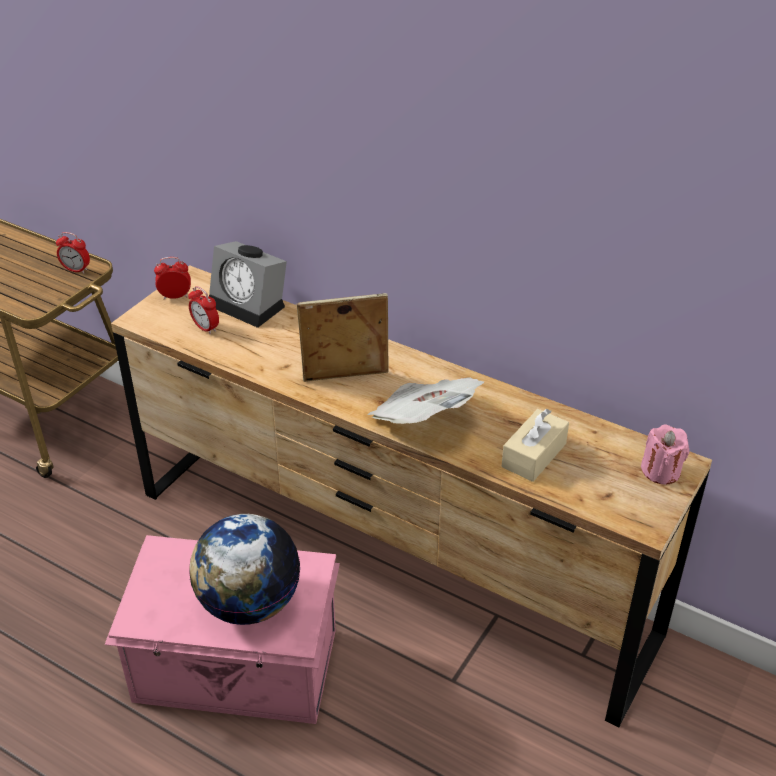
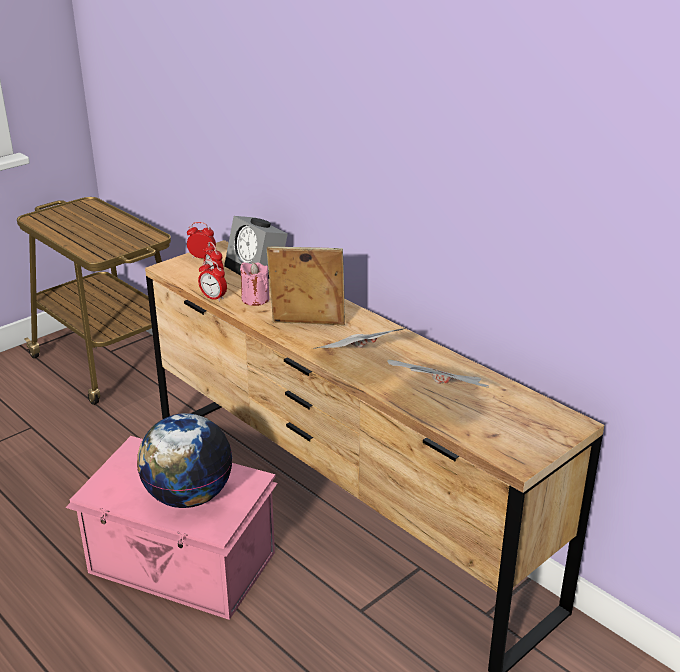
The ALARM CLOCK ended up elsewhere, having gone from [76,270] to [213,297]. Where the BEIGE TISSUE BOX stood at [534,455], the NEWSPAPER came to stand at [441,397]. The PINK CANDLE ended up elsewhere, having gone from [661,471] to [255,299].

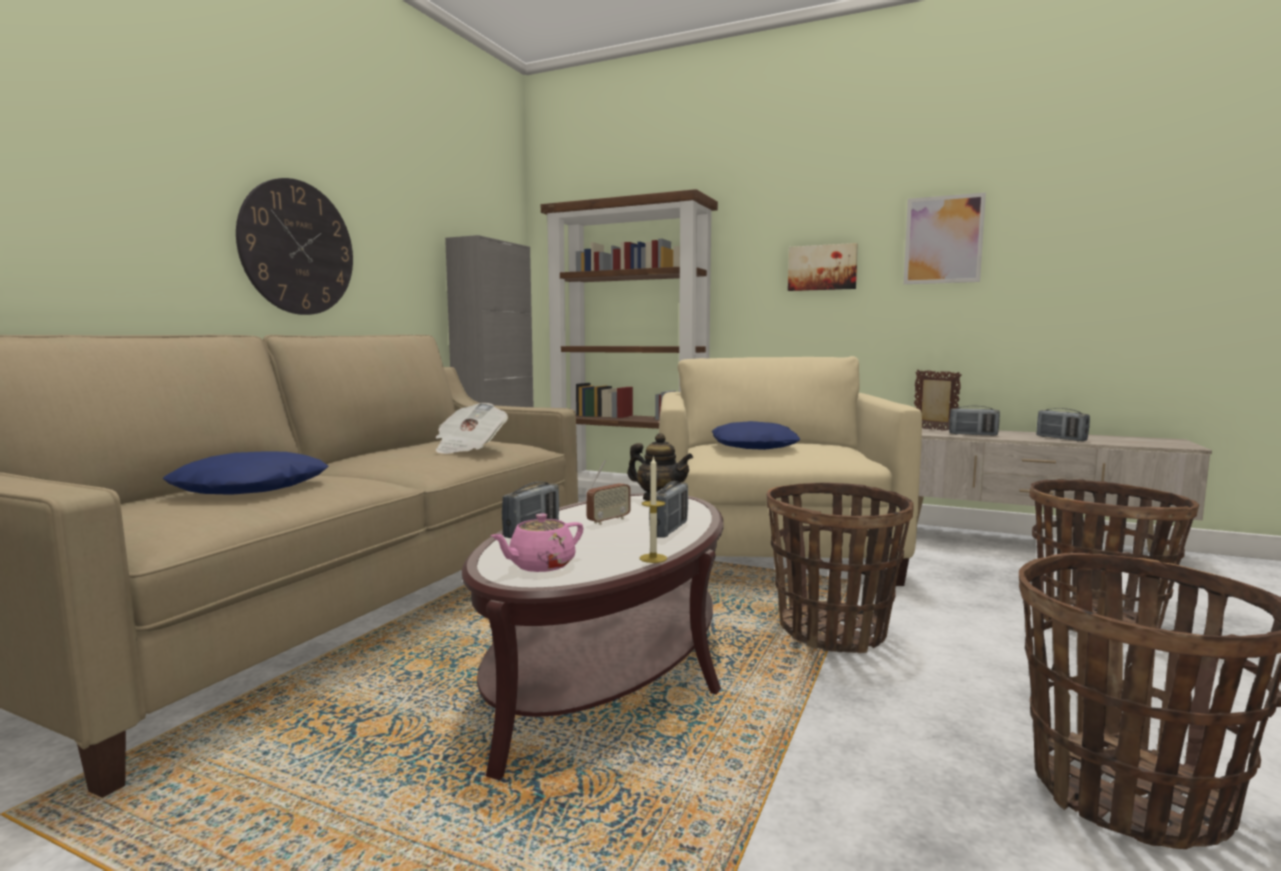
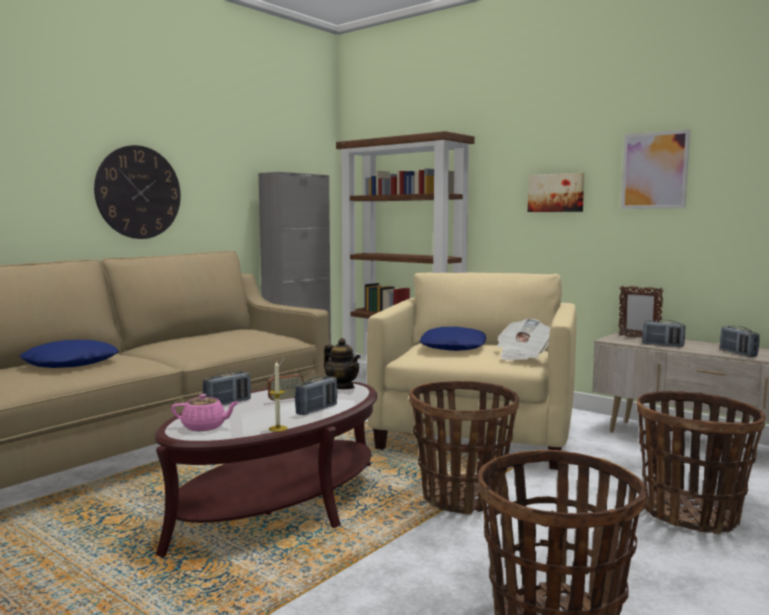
The NEWSPAPER ended up elsewhere, having gone from [469,448] to [522,355]. The PINK TEAPOT at [540,565] ended up facing another way, 150 degrees counterclockwise from before. The PICTURE FRAME at [934,429] ended up facing another way, 150 degrees clockwise from before.

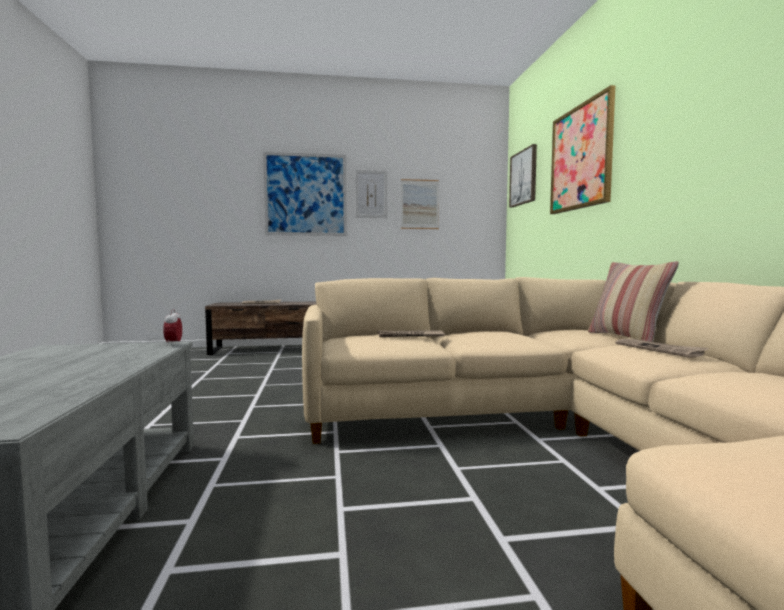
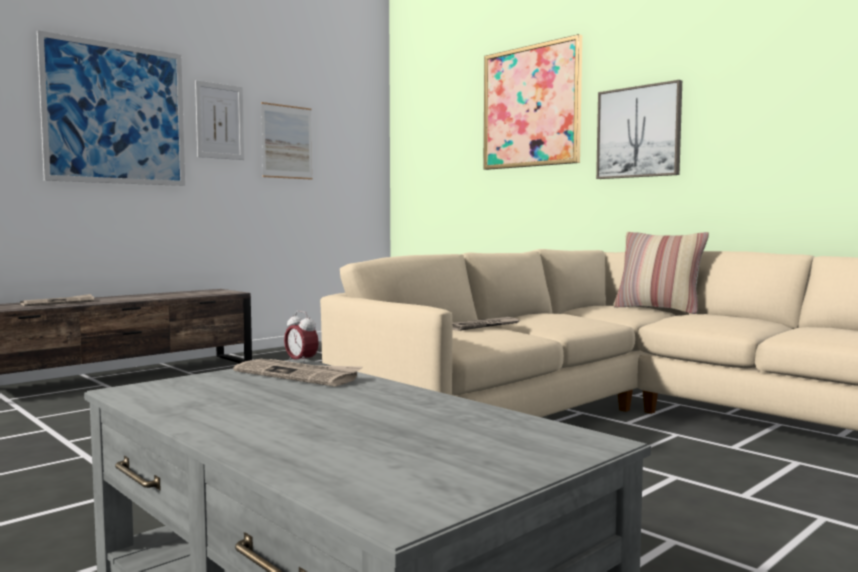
The PICTURE ended up elsewhere, having gone from [523,177] to [639,132]. The NEWSPAPER ended up elsewhere, having gone from [659,349] to [298,375].

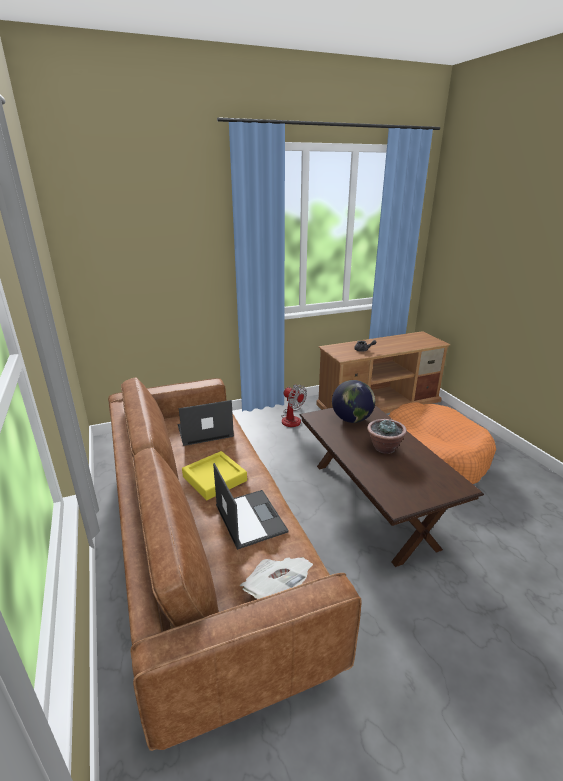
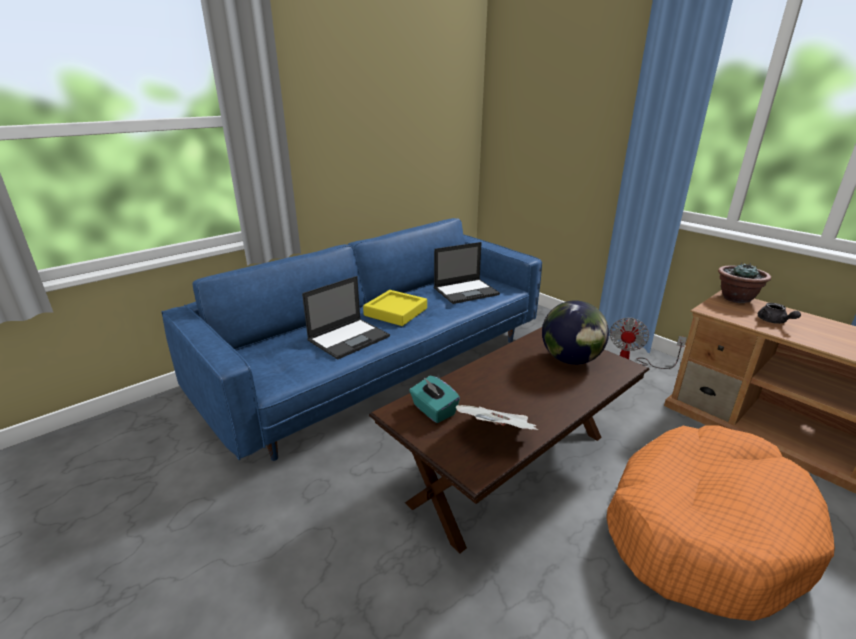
What was the BROWN SOFA at [205,542] turned into the BLUE SOFA at [380,367]. The LAPTOP at [204,431] ended up facing another way, 105 degrees clockwise from before. The NEWSPAPER ended up elsewhere, having gone from [275,588] to [498,434]. The POTTED PLANT ended up elsewhere, having gone from [384,448] to [736,298]. The second view gained the TURQUOISE TISSUE BOX at [433,410].

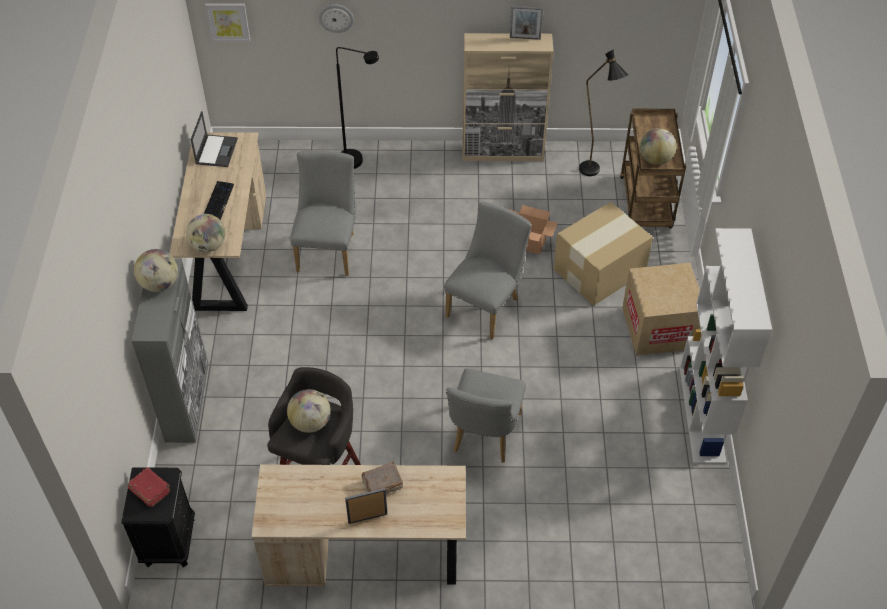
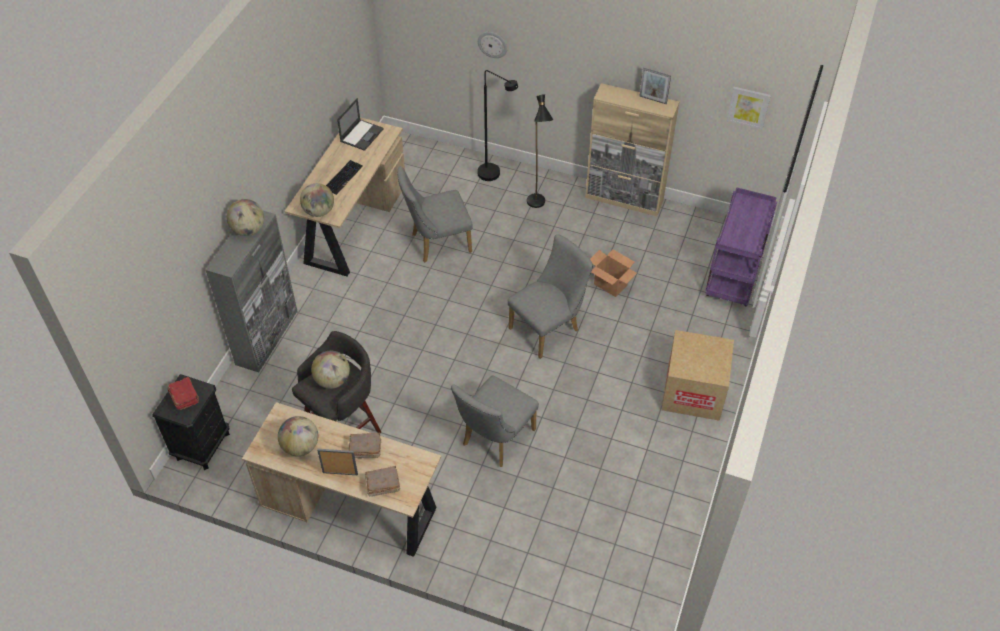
The PICTURE ended up elsewhere, having gone from [228,21] to [748,107]. The GREY CHAIR at [328,249] ended up facing another way, 135 degrees counterclockwise from before. The second view lost the CARDBOARD BOX at [598,271]. The BLACK FLOOR LAMP ended up elsewhere, having gone from [594,173] to [537,206]. What was the BROWN CART at [646,204] turned into the PURPLE CART at [733,279]. The GLOBE ended up elsewhere, having gone from [655,159] to [300,446]. The second view lost the WHITE BOOKCASE at [703,415]. The second view gained the BROWN BOOK at [382,485].

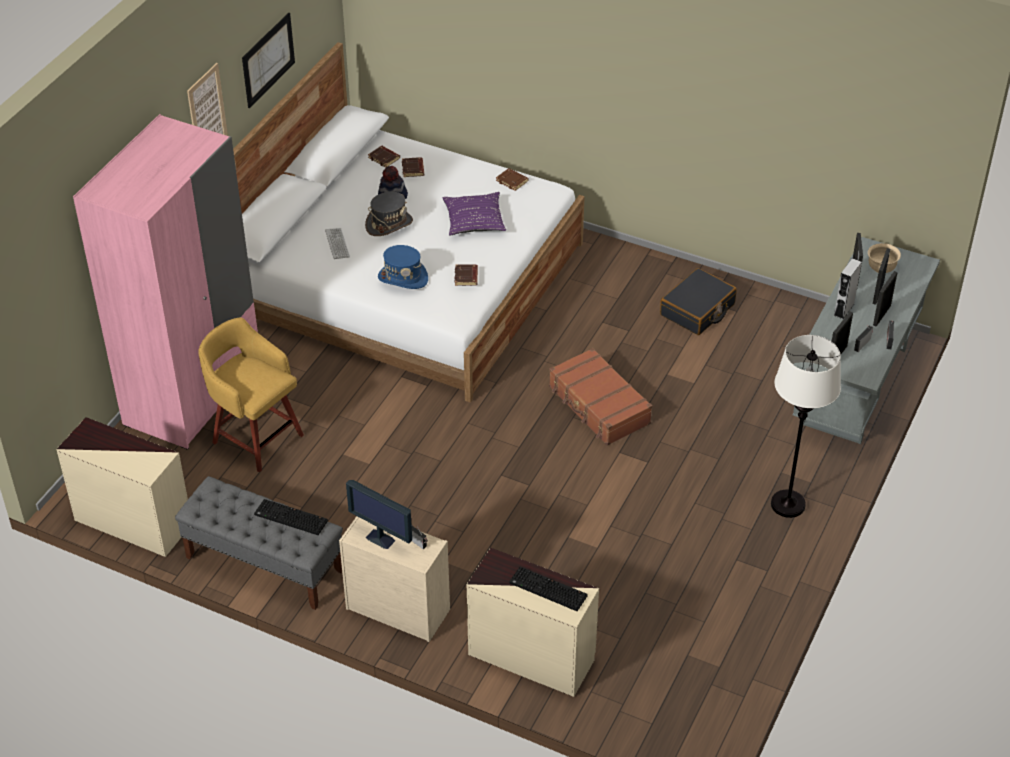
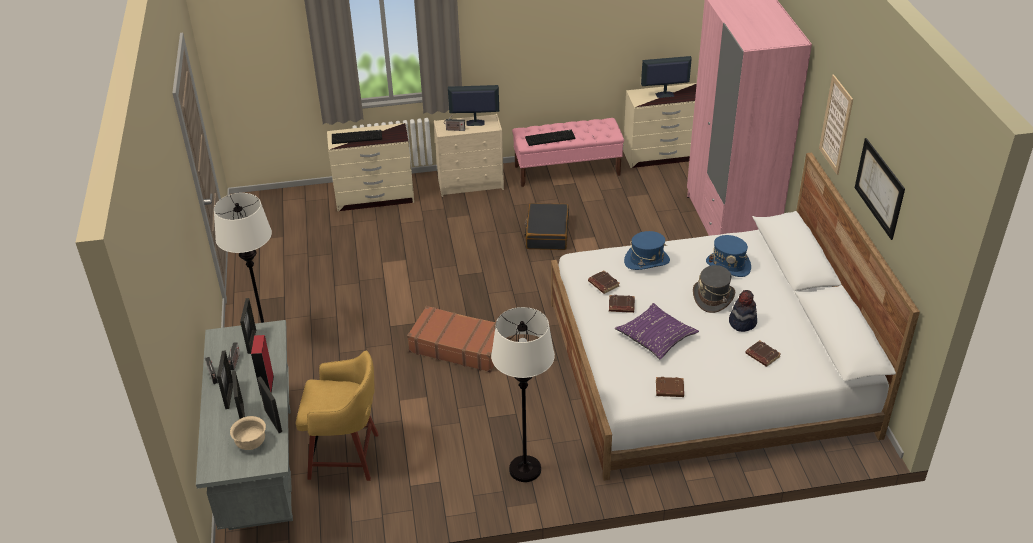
What was the GREY BENCH at [264,564] turned into the PINK BENCH at [567,170]. The YELLOW STOOL ended up elsewhere, having gone from [256,437] to [346,456]. Where the KEYBOARD stood at [337,244], the BLUE HAT came to stand at [728,265]. The BROWN BOOK ended up elsewhere, having gone from [384,158] to [621,306]. The BLACK SUITCASE ended up elsewhere, having gone from [697,310] to [547,234]. What was the GREY SPEAKER at [844,309] turned into the RED SPEAKER at [267,385]. The second view gained the WHITE FLOOR LAMP at [525,469]. The second view gained the MONITOR at [664,94].

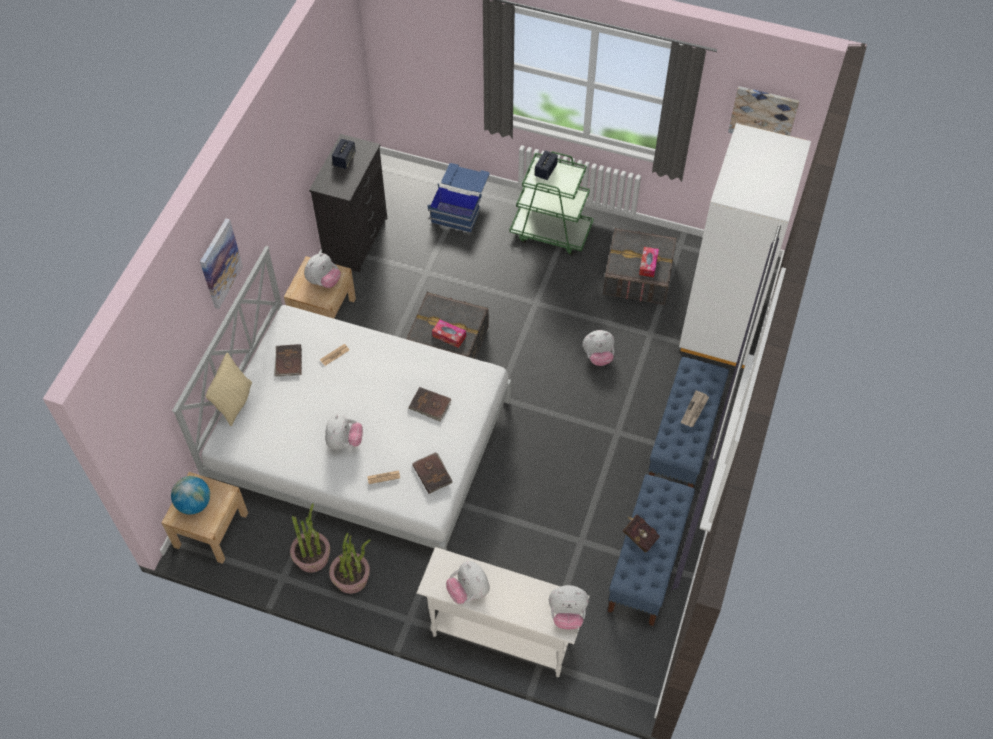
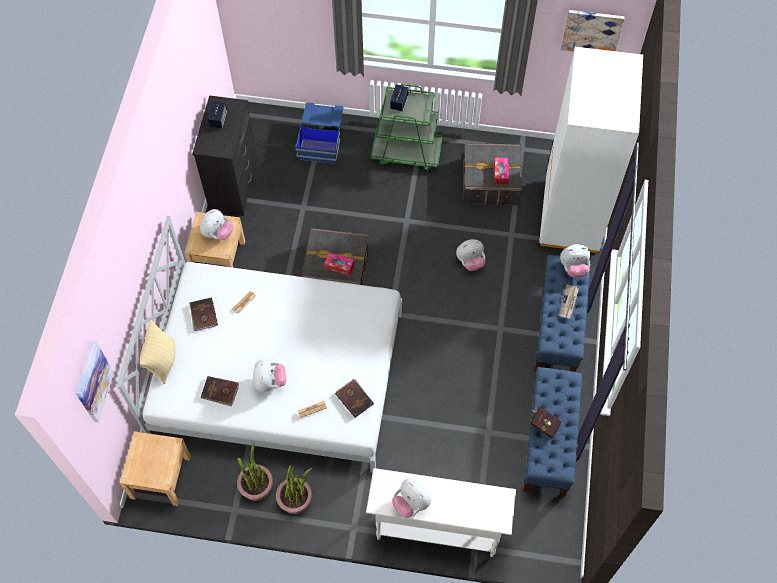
The second view lost the GLOBE at [194,504]. The PICTURE ended up elsewhere, having gone from [220,263] to [93,381]. The BROWN BOOK ended up elsewhere, having gone from [430,405] to [220,392]. The PLUSH TOY ended up elsewhere, having gone from [567,614] to [573,268].

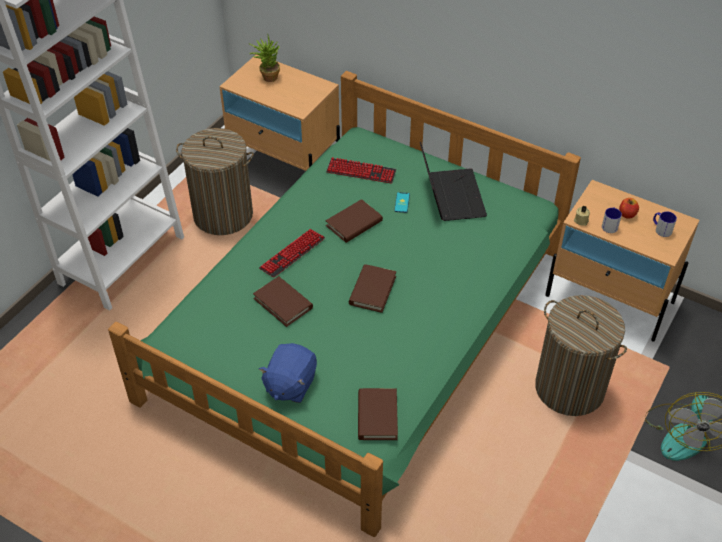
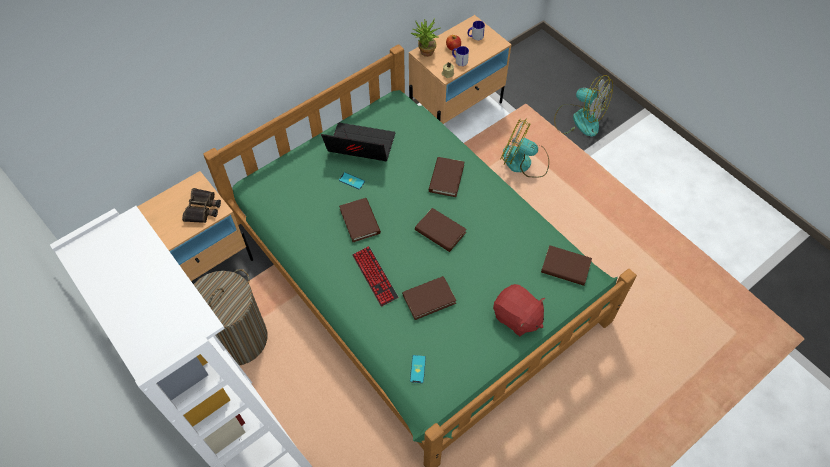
The POTTED PLANT ended up elsewhere, having gone from [267,77] to [425,53]. What was the BLUE PLUSH TOY at [290,384] turned into the RED PLUSH TOY at [517,317]. The second view lost the KEYBOARD at [361,172]. Where the LAUNDRY BASKET stood at [569,388], the FAN came to stand at [524,162]. The second view gained the BINOCULARS at [203,209]. The second view gained the PHONE at [417,369]. The second view gained the BROWN BOOK at [446,178].

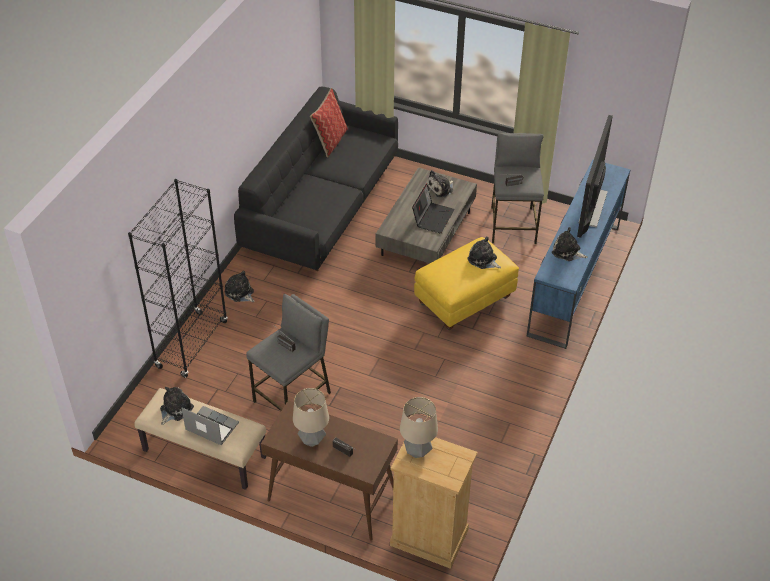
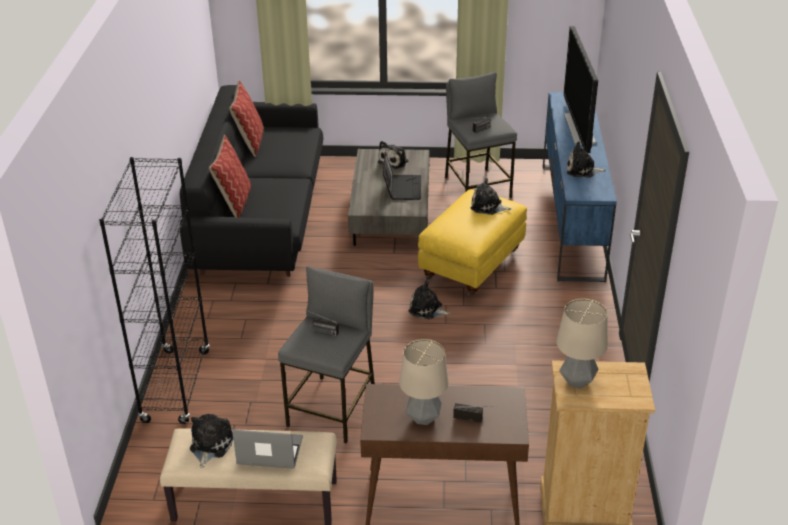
The PLUSH TOY ended up elsewhere, having gone from [240,293] to [427,309]. The second view gained the PILLOW at [234,202].

